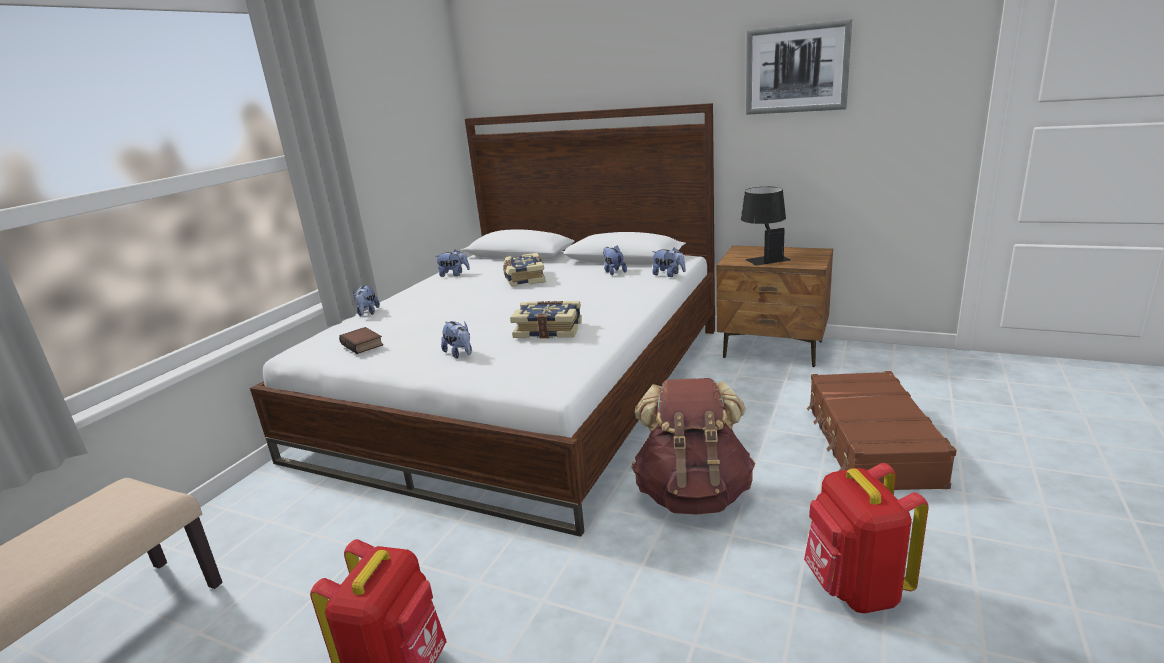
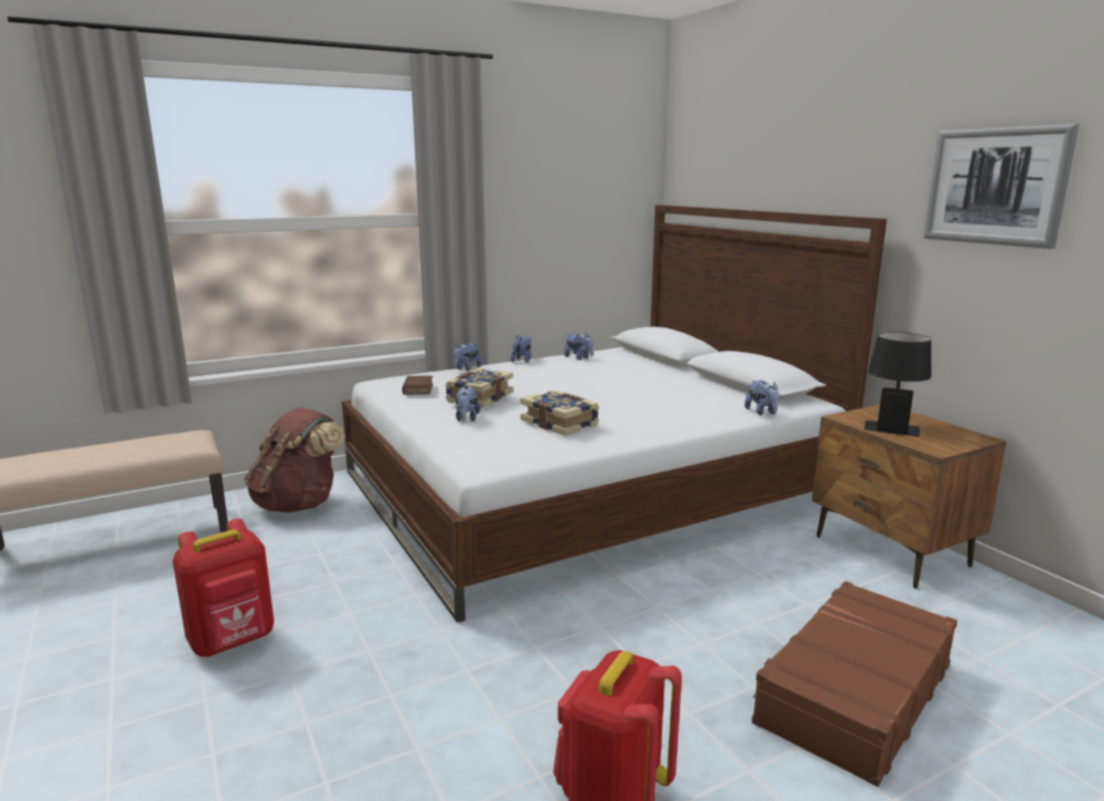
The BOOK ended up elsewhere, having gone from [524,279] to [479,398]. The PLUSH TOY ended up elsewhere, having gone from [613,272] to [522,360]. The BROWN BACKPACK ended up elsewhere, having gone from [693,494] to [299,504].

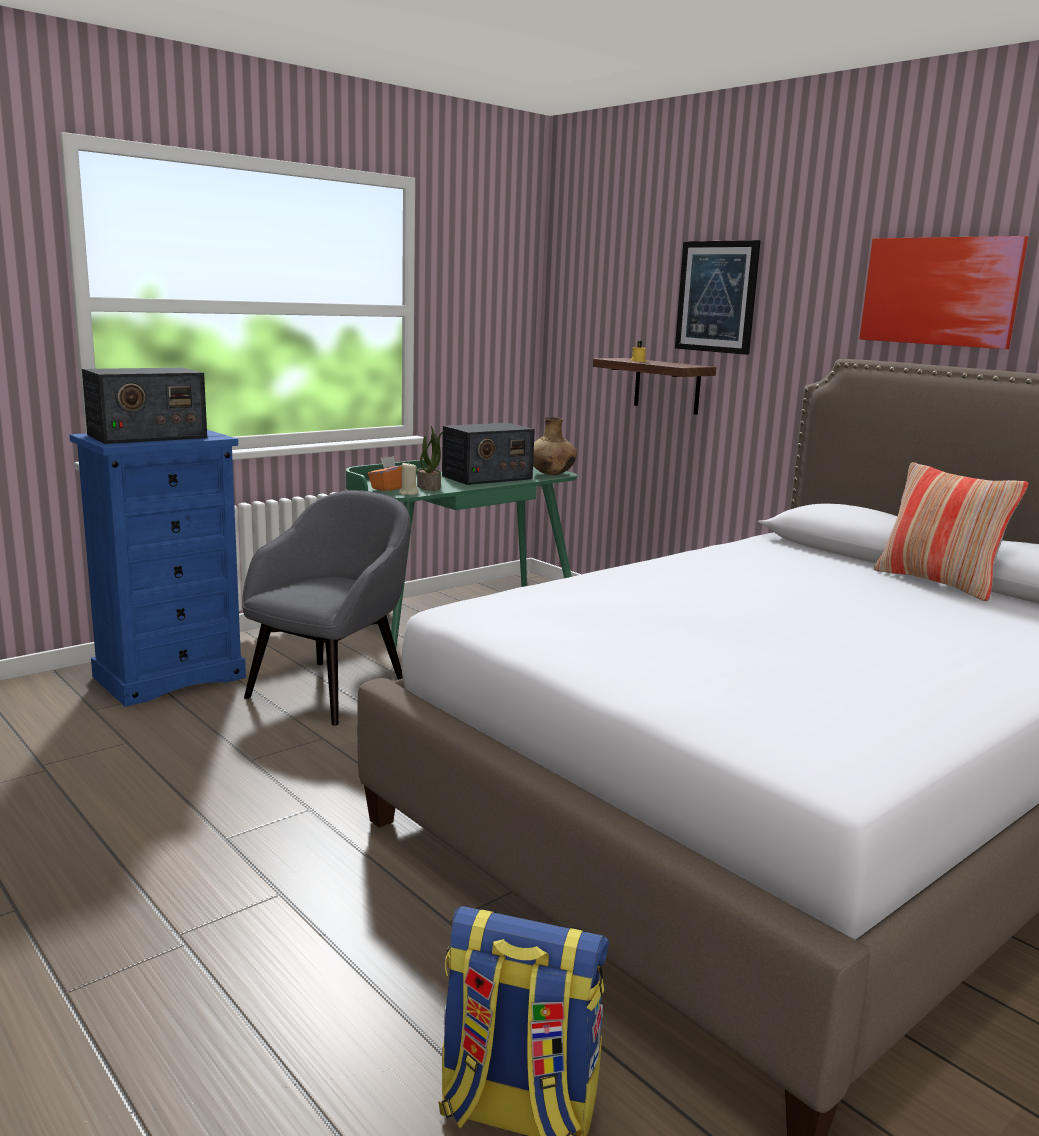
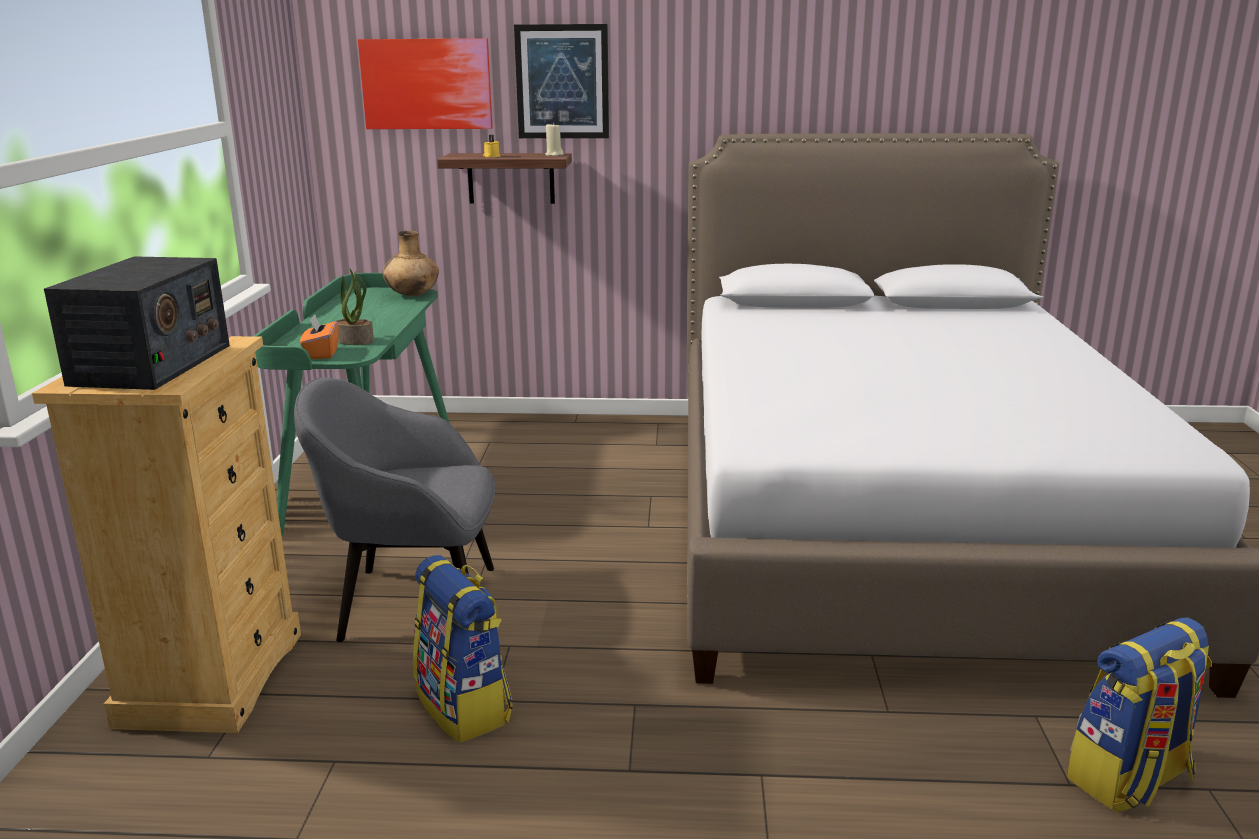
What was the BLUE DRESSER at [170,677] turned into the BEIGE DRESSER at [212,677]. The GREY ARMCHAIR at [330,690] ended up facing another way, 75 degrees counterclockwise from before. The BEIGE CANDLE ended up elsewhere, having gone from [408,493] to [554,155]. The second view lost the RADIO at [486,477]. The PICTURE ended up elsewhere, having gone from [940,291] to [426,84]. The second view lost the PILLOW at [938,583]. The second view gained the BACKPACK at [465,707].

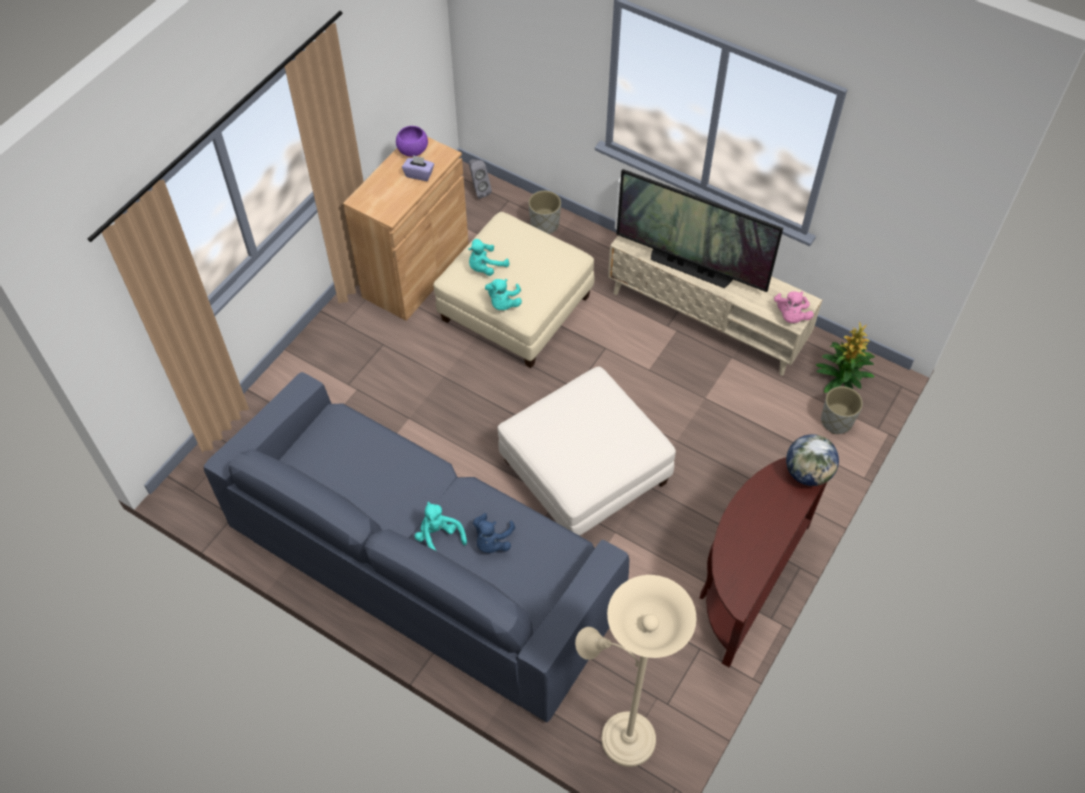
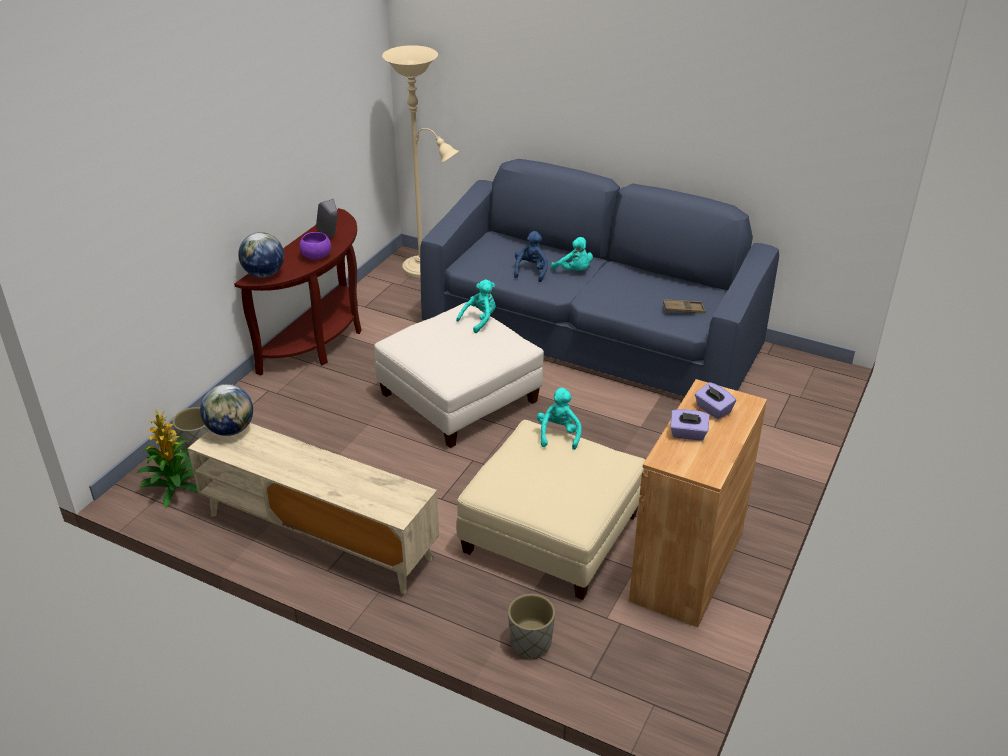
The PURPLE BOWL ended up elsewhere, having gone from [412,150] to [316,256]. The TURQUOISE PLUSH TOY ended up elsewhere, having gone from [485,267] to [480,320]. The GREY SPEAKER ended up elsewhere, having gone from [479,190] to [330,237]. The second view lost the TELEVISION at [690,267]. Where the PINK PLUSH TOY stood at [790,316], the GLOBE came to stand at [231,430]. The second view gained the BROWN TRAY at [683,309]. The second view gained the PURPLE TISSUE BOX at [713,409].

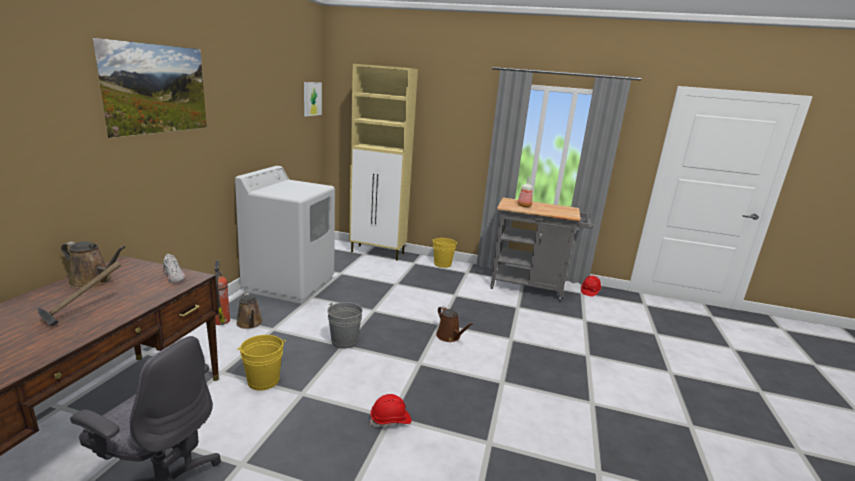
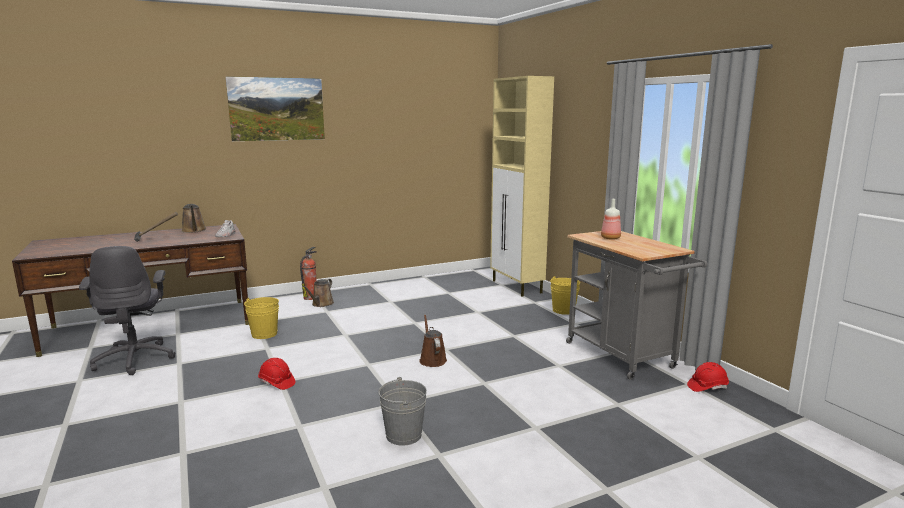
The second view lost the WHITE WASHING MACHINE at [290,284]. The second view lost the PICTURE at [312,99]. The GREY BUCKET ended up elsewhere, having gone from [344,341] to [403,435]. The BROWN WATERING CAN at [449,337] ended up facing another way, 150 degrees clockwise from before.

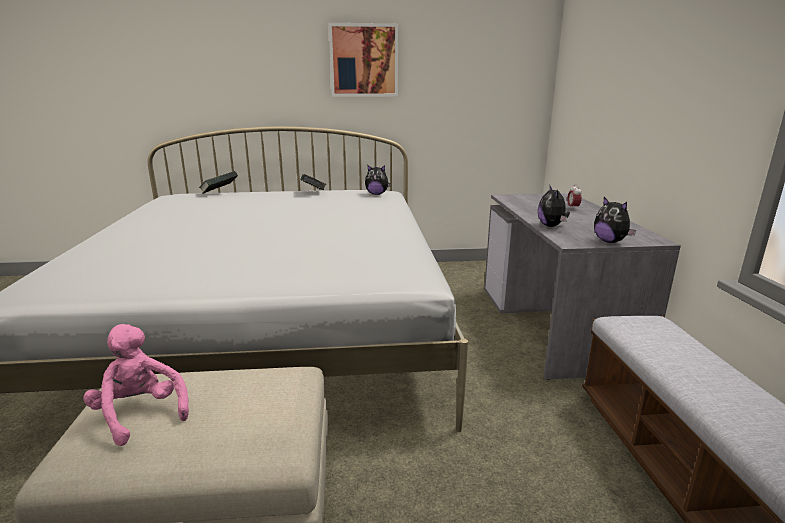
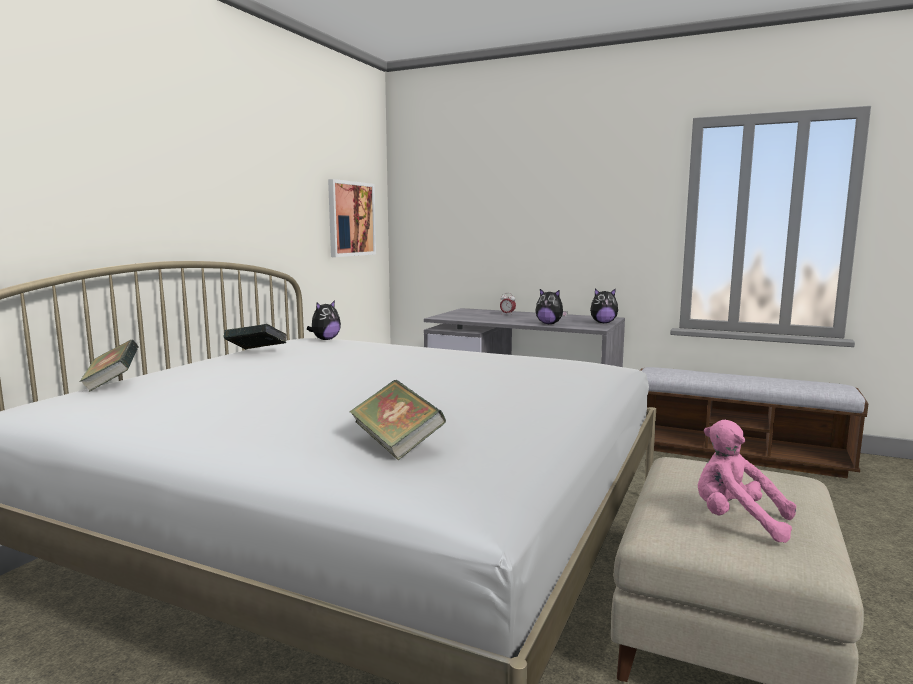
The PINK PLUSH TOY at [140,413] ended up facing another way, 45 degrees clockwise from before. The PICTURE ended up elsewhere, having gone from [364,61] to [351,219]. The second view gained the BOOK at [396,444].

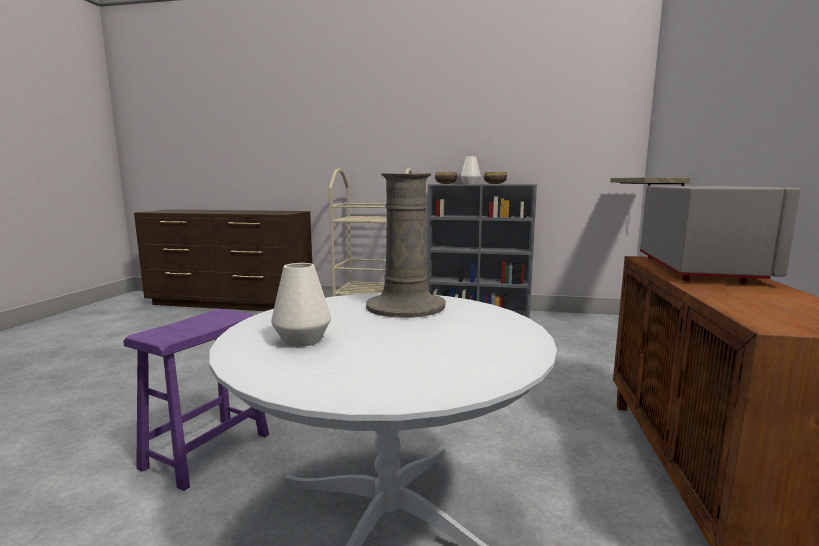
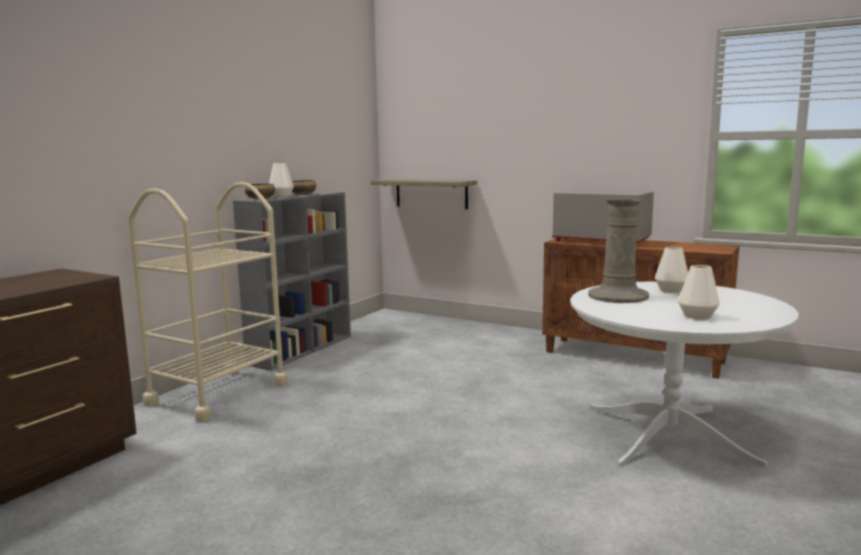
The second view lost the PURPLE STOOL at [206,451]. The second view gained the WHITE VASE at [671,290].

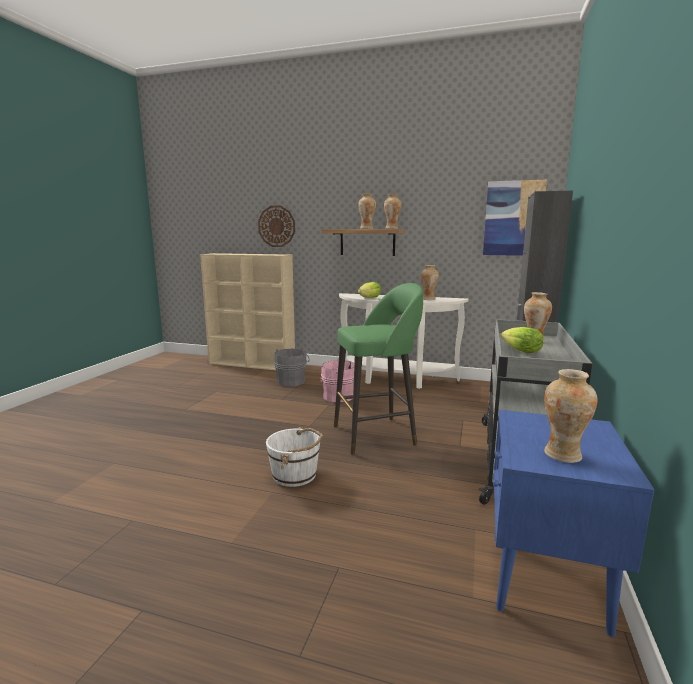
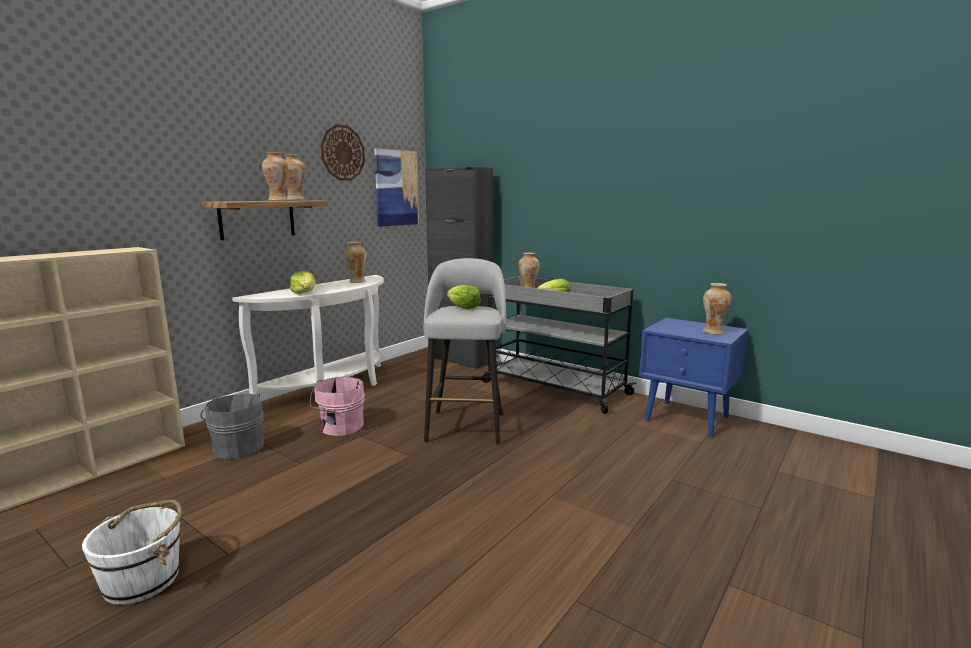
The WALL CLOCK ended up elsewhere, having gone from [276,226] to [342,153]. The WHITE BUCKET ended up elsewhere, having gone from [295,475] to [143,579]. What was the GREEN STOOL at [376,435] turned into the GREY STOOL at [466,426]. The second view gained the LETTUCE at [463,308].

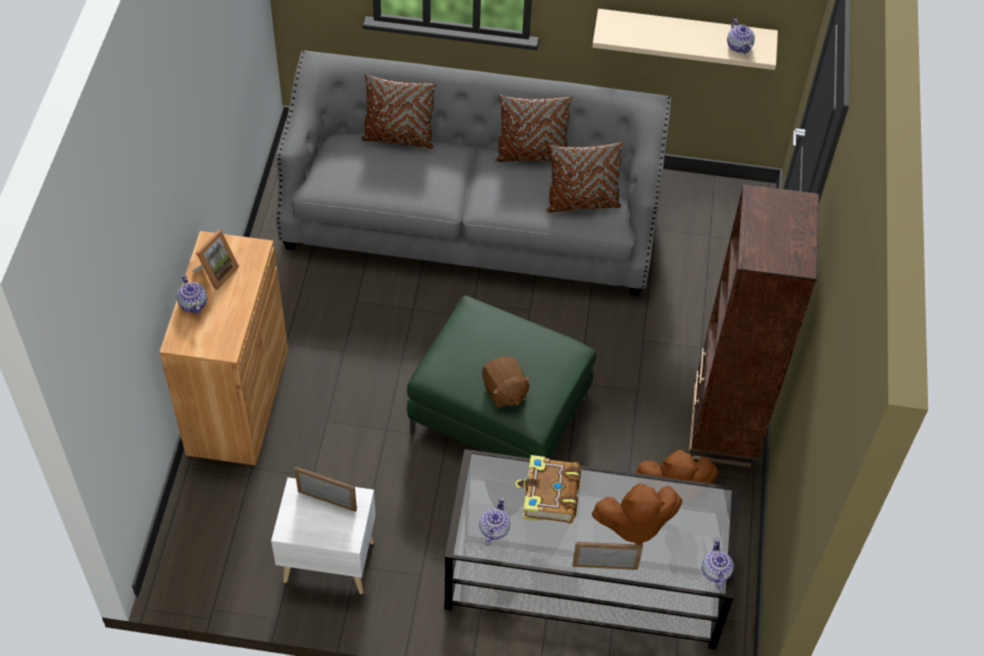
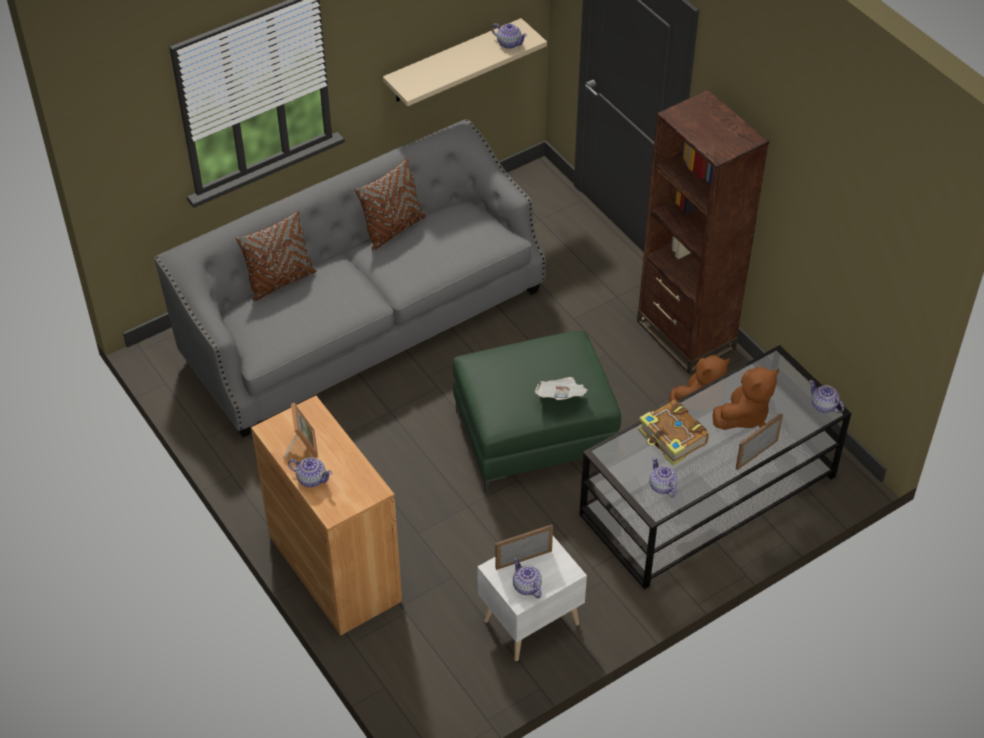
Where the BROWN PLUSH TOY stood at [504,391], the NEWSPAPER came to stand at [561,397]. The second view lost the BROWN PILLOW at [582,202]. The second view gained the TEAPOT at [527,587].

